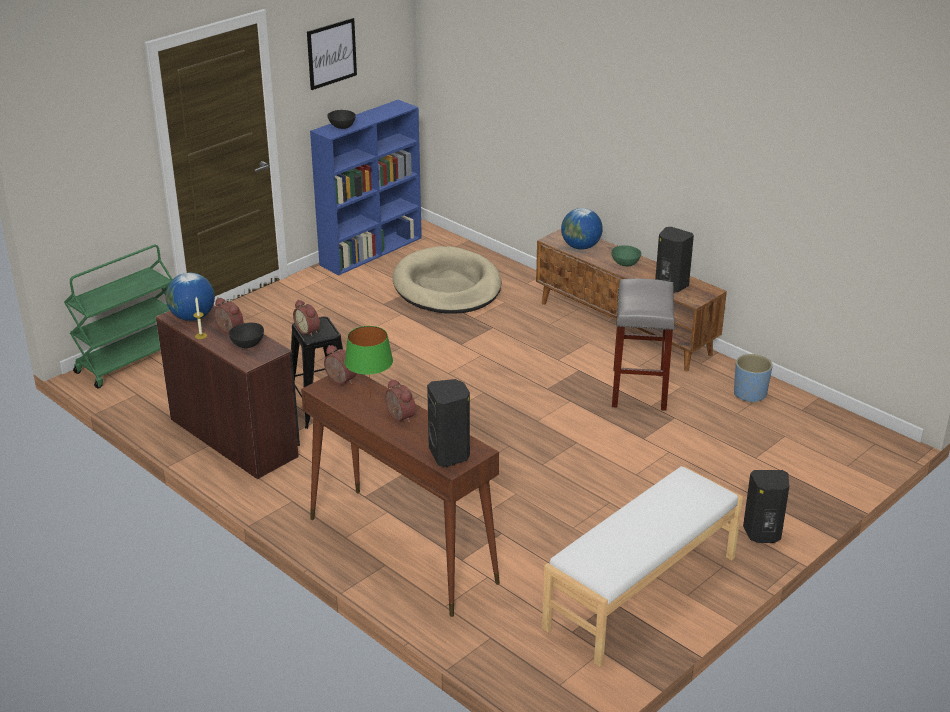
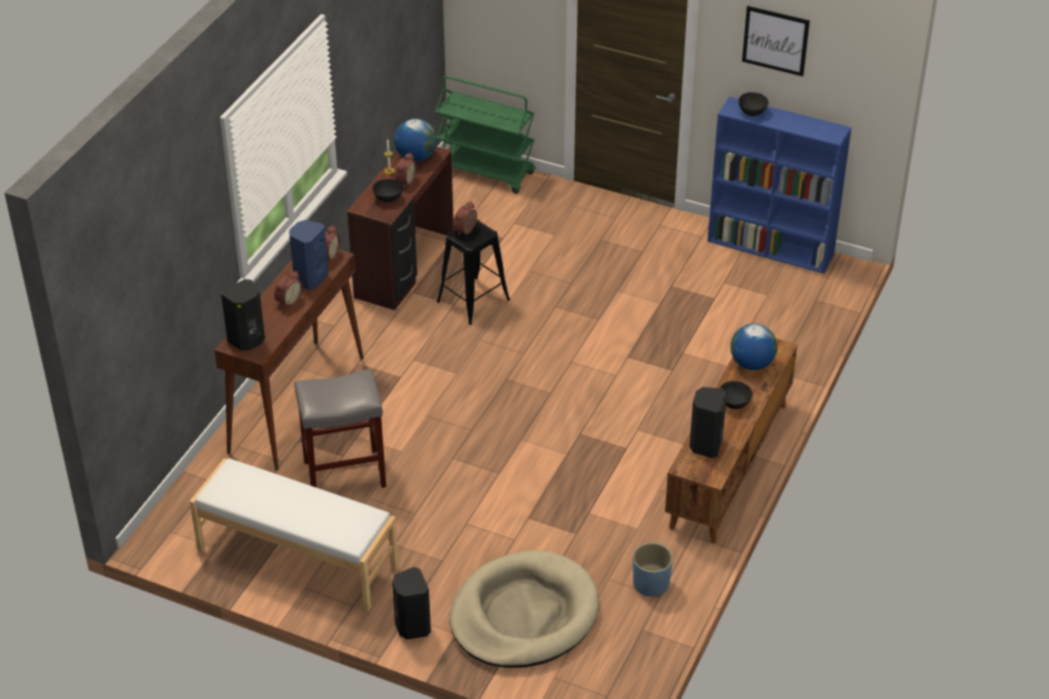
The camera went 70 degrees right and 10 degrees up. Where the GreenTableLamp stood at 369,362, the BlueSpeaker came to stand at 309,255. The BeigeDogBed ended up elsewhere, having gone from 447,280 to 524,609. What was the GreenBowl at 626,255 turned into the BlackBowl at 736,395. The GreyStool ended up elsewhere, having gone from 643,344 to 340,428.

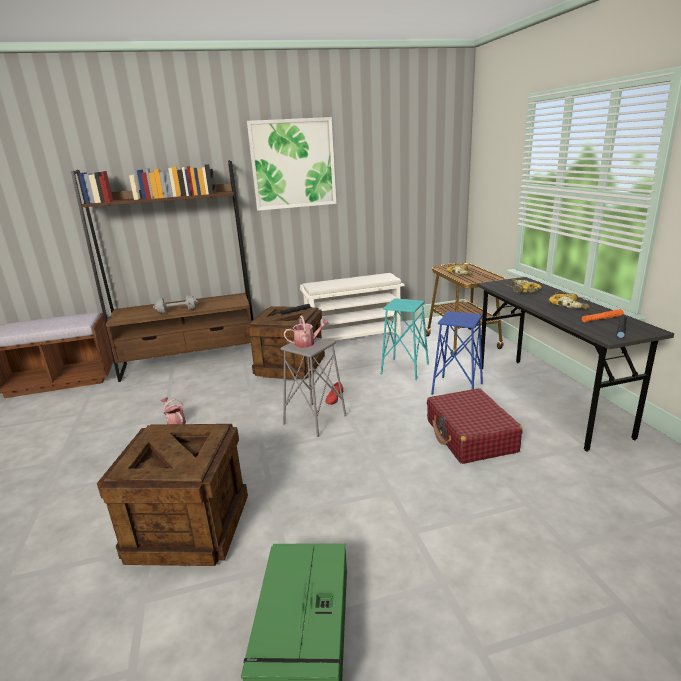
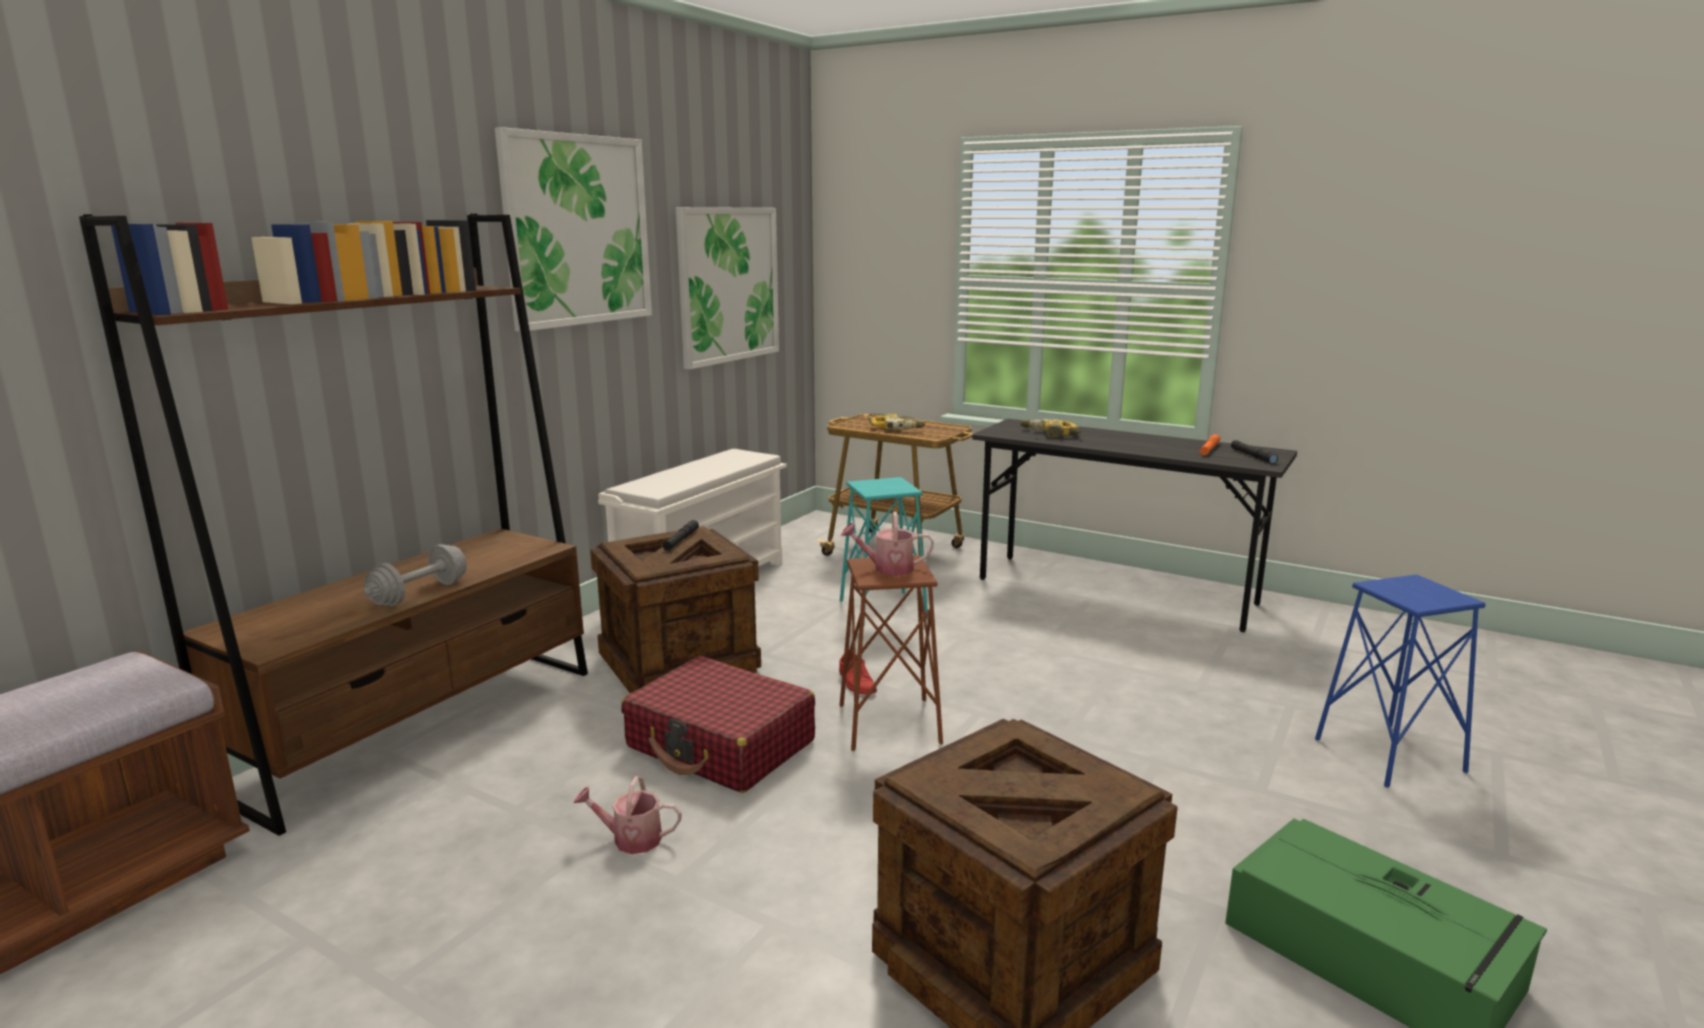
The camera went 45 degrees left and 5 degrees down. What was the GreyStool at 314,387 turned into the BrownStool at 891,653. The WateringCan at 306,331 ended up facing another way, 120 degrees counterclockwise from before. The RedSuitcase ended up elsewhere, having gone from 474,426 to 718,724. The BlueStool ended up elsewhere, having gone from 457,353 to 1400,681. The second view lost the PowerDrill at 569,300. The second view gained the Picture at 727,288.

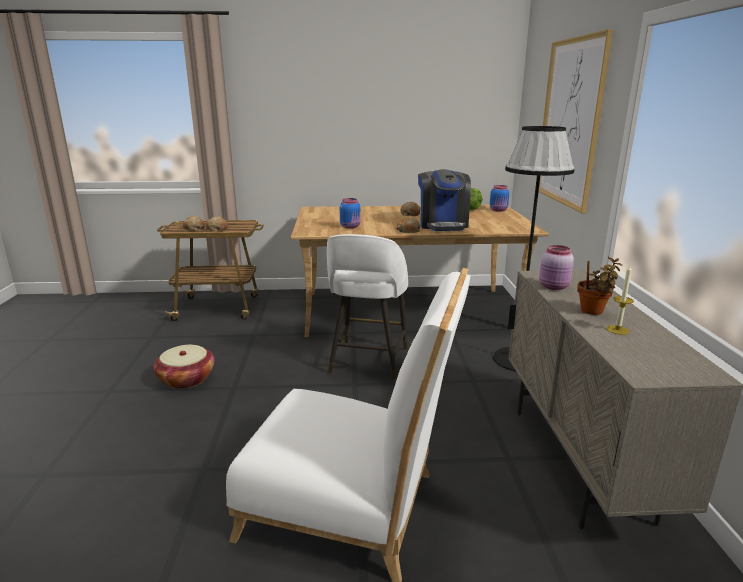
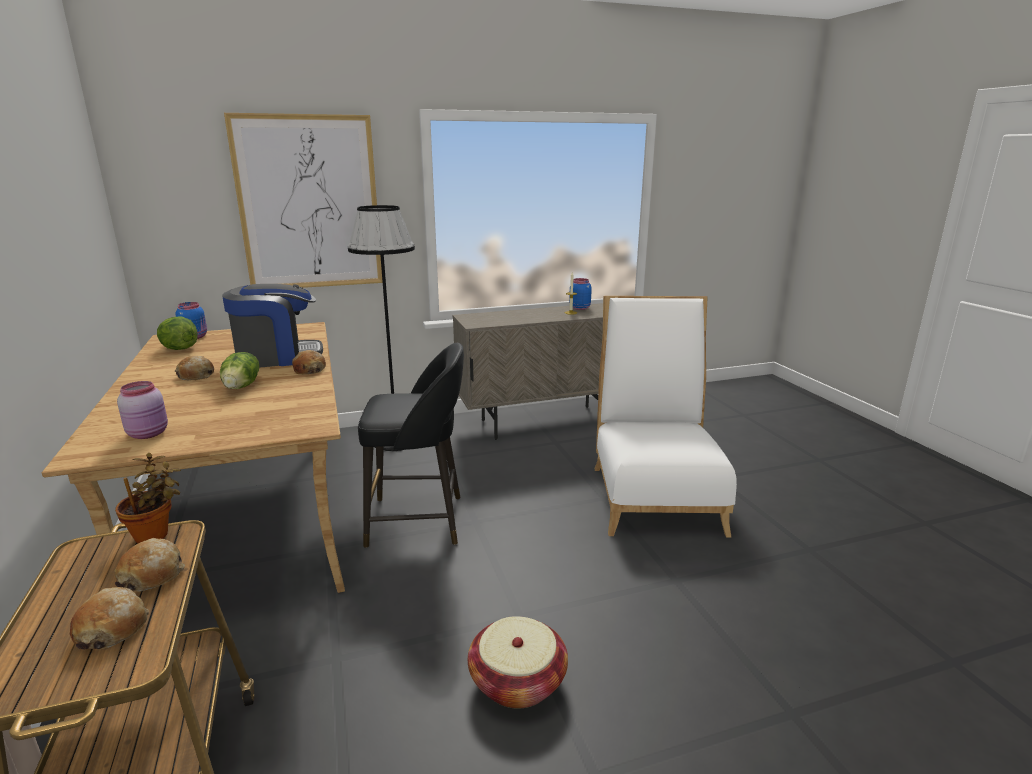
The camera went 105 degrees left and 0 degrees up. What was the WhiteStool at 367,307 turned into the BlackStool at 411,445. The BlueJar ended up elsewhere, having gone from 350,213 to 580,294. The PinkJar ended up elsewhere, having gone from 556,267 to 142,410. The PottedPlant ended up elsewhere, having gone from 600,286 to 148,498. The second view gained the Lettuce at 239,370.

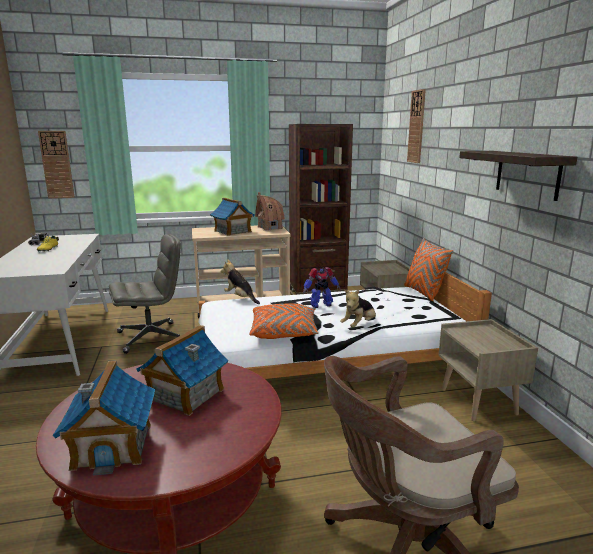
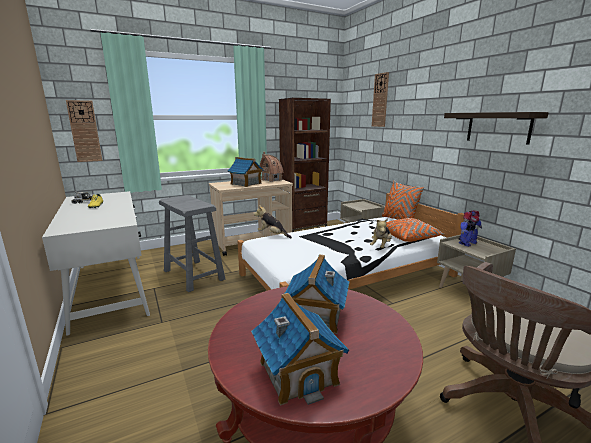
The camera went 15 degrees left and 0 degrees up. Where the GreyOfficeChair stood at 145,294, the GreyStool came to stand at 192,243. The OrangePillow ended up elsewhere, having gone from 284,321 to 415,230. The ToyRobot ended up elsewhere, having gone from 321,287 to 470,228.

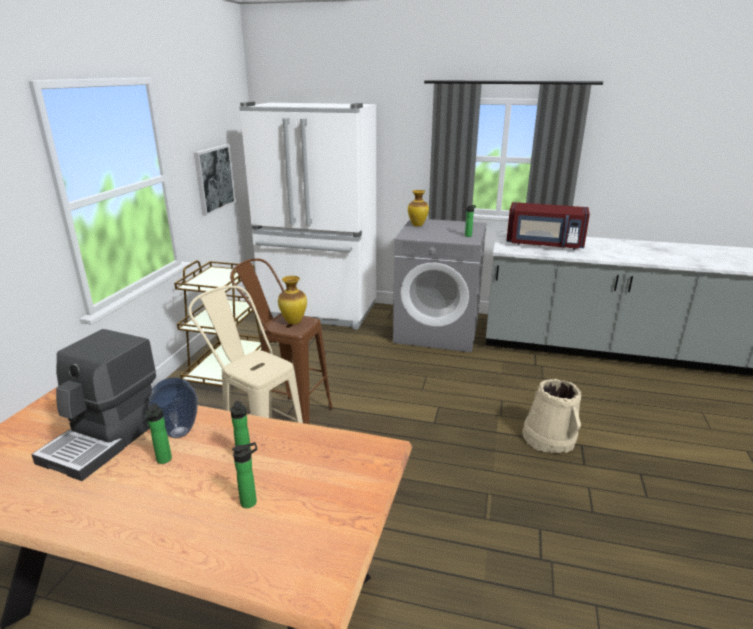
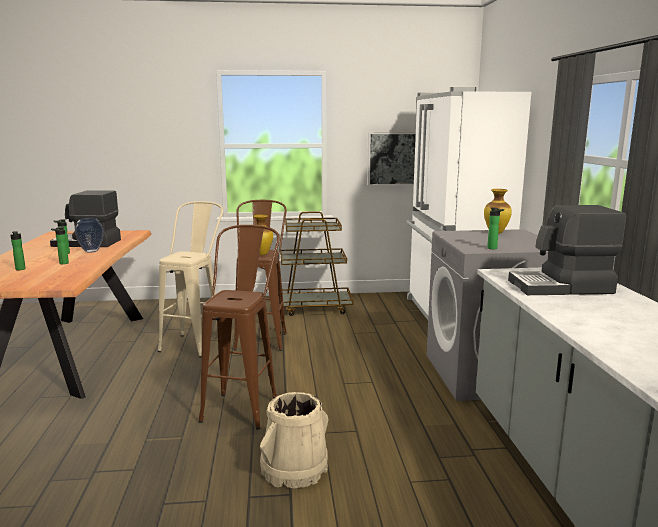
The camera went 70 degrees right and 10 degrees down. Where the RedMicrowave stood at 548,226, the CoffeeMachine came to stand at 567,250. The second view gained the BrownStool at 239,327.

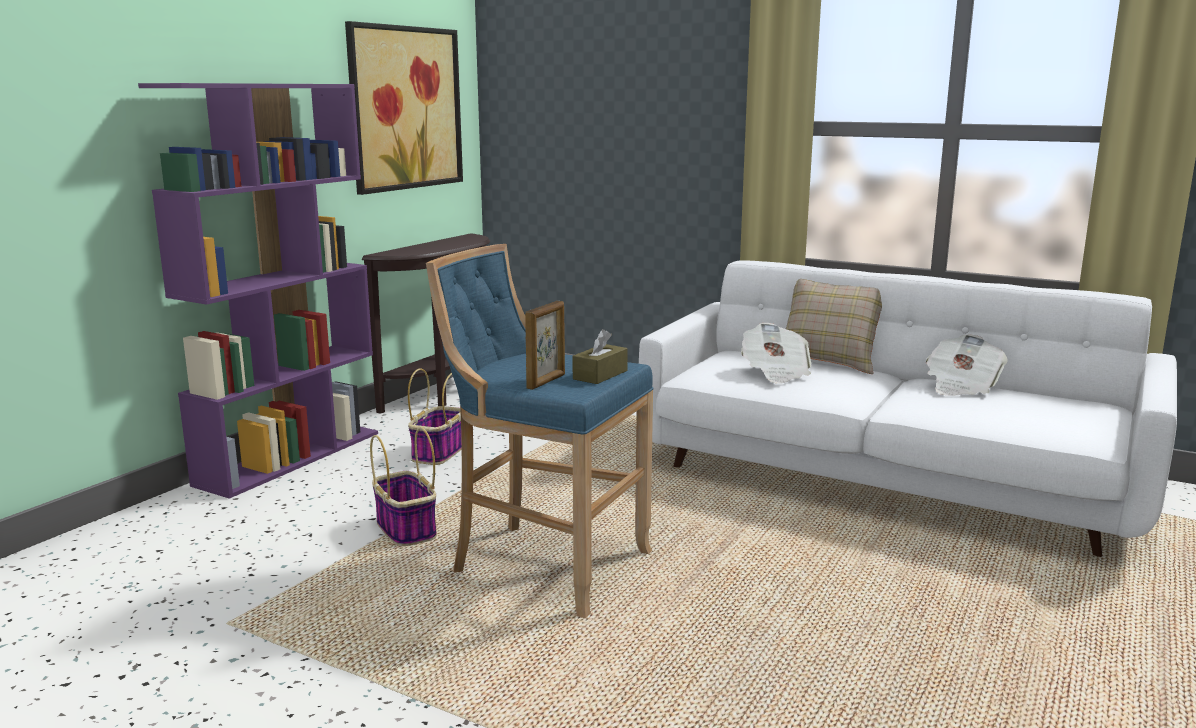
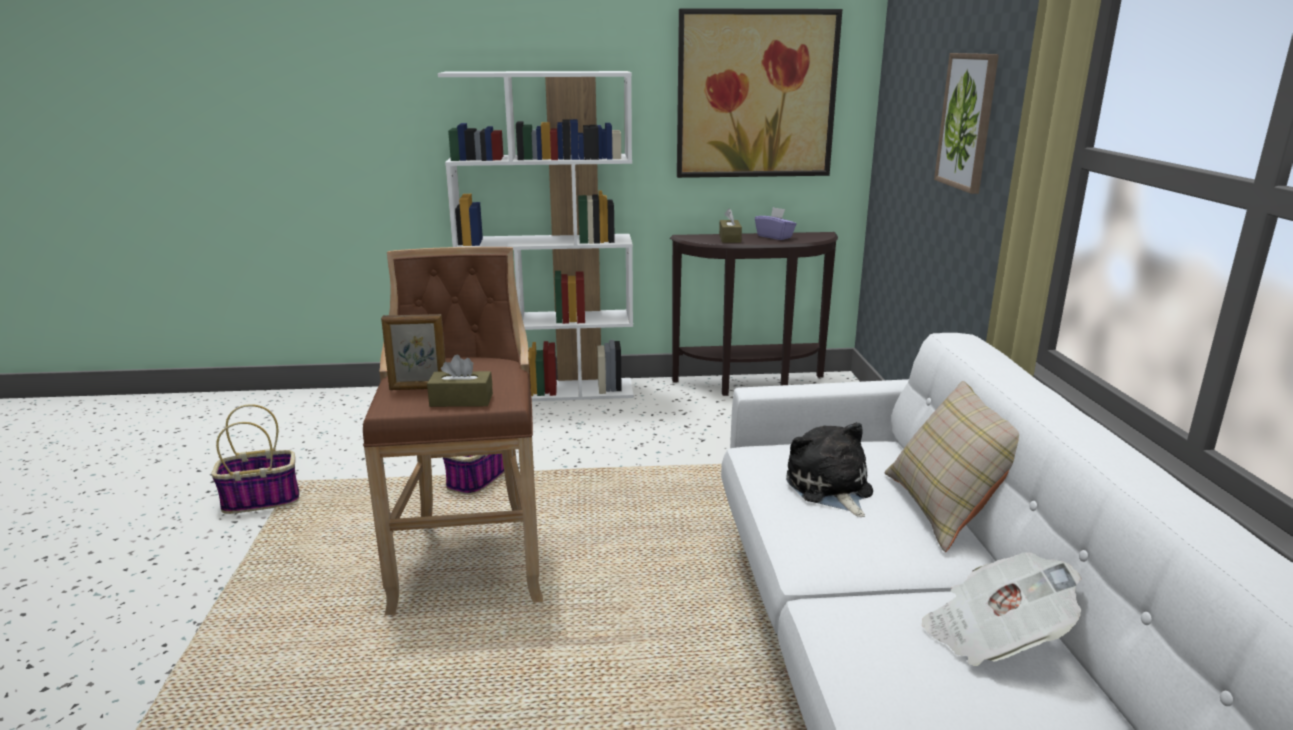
The camera went 55 degrees right and 5 degrees up. What was the PurpleBookcase at 258,291 turned into the WhiteBookcase at 536,236. The Basket ended up elsewhere, having gone from 435,416 to 255,459. What was the BlueStool at 540,431 turned into the BrownStool at 453,431. Where the Newspaper stood at 776,353, the PlushToy came to stand at 829,469. The second view gained the BrownTissueBox at 730,225. The second view gained the PurpleTissueBox at 776,223. The second view gained the Picture at 966,123.

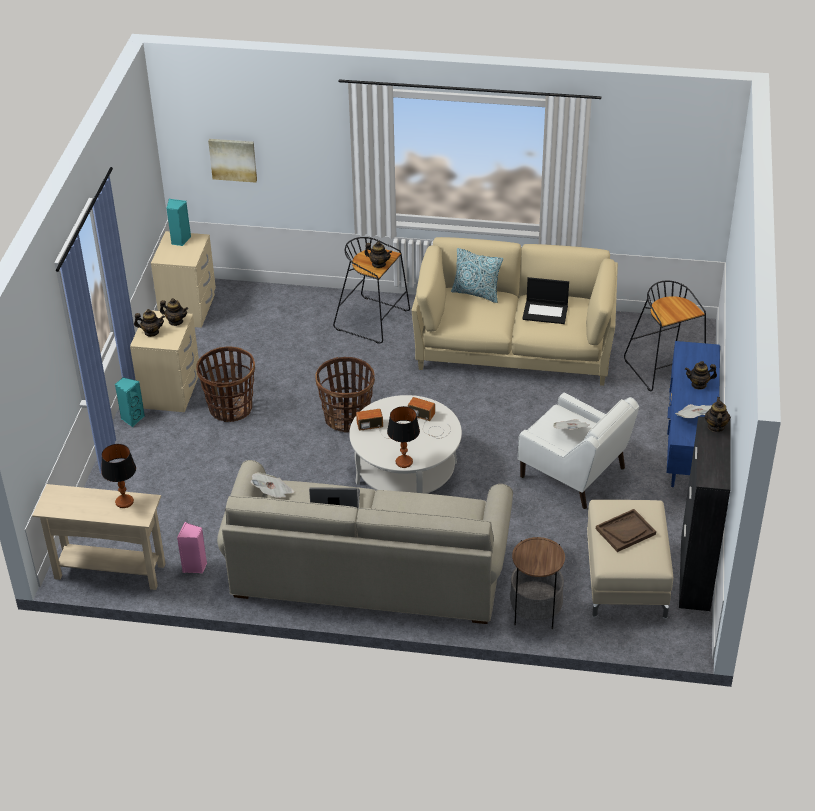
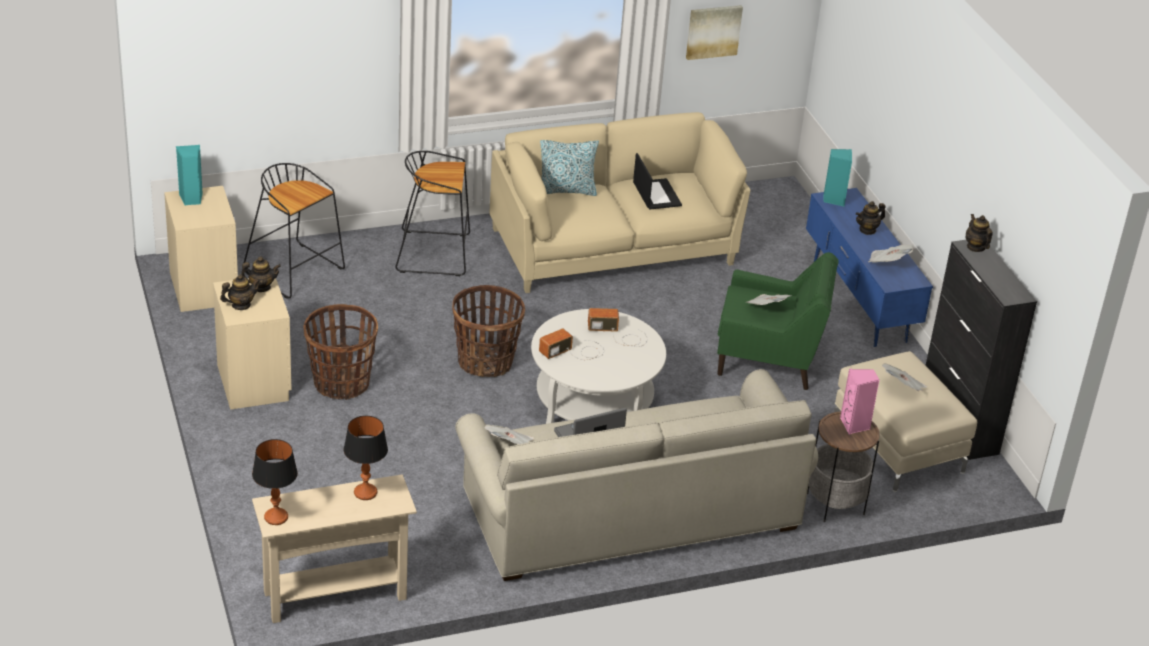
The camera went 30 degrees left and 5 degrees down. The TurquoiseSpeaker ended up elsewhere, having gone from 130,402 to 838,178. The PinkSpeaker ended up elsewhere, having gone from 192,547 to 860,401. The Picture ended up elsewhere, having gone from 232,161 to 714,32. The second view lost the Teapot at 378,254. The TableLamp ended up elsewhere, having gone from 403,437 to 275,482. What was the WhiteArmchair at 578,451 turned into the GreenArmchair at 778,321. The Laptop at 545,300 ended up facing another way, 90 degrees counterclockwise from before. Where the BrownTray stood at 626,530, the Newspaper came to stand at 904,377. The BlackStool ended up elsewhere, having gone from 665,336 to 294,231.

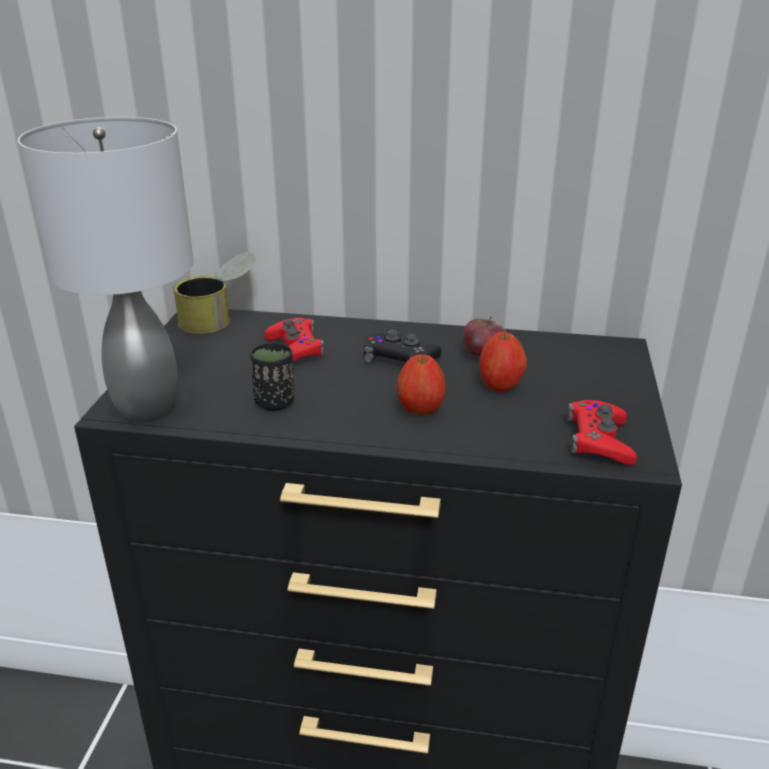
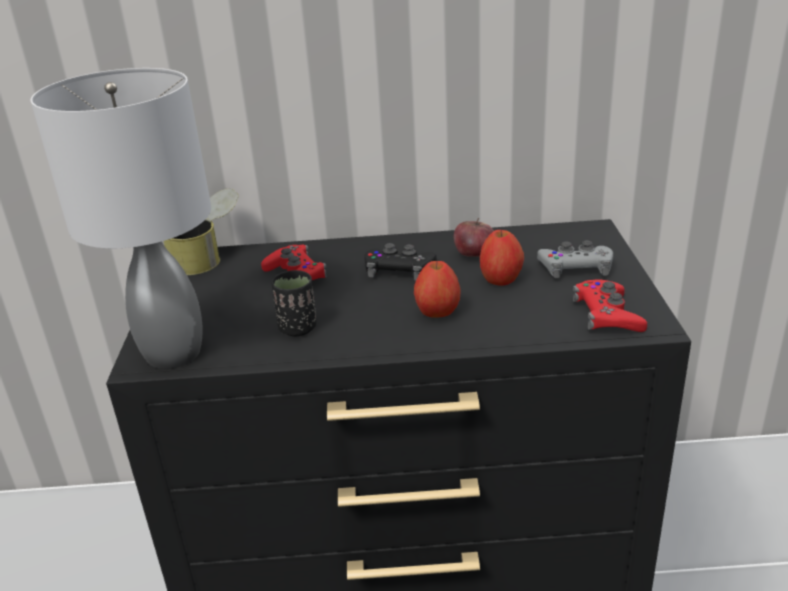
The camera went 10 degrees left and 0 degrees up. The second view gained the GreyGameController at 575,259.

